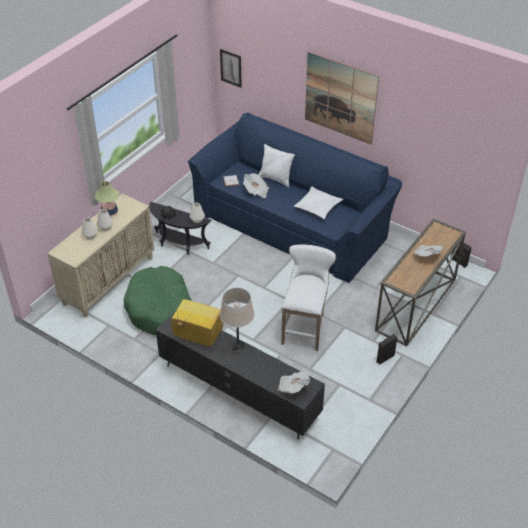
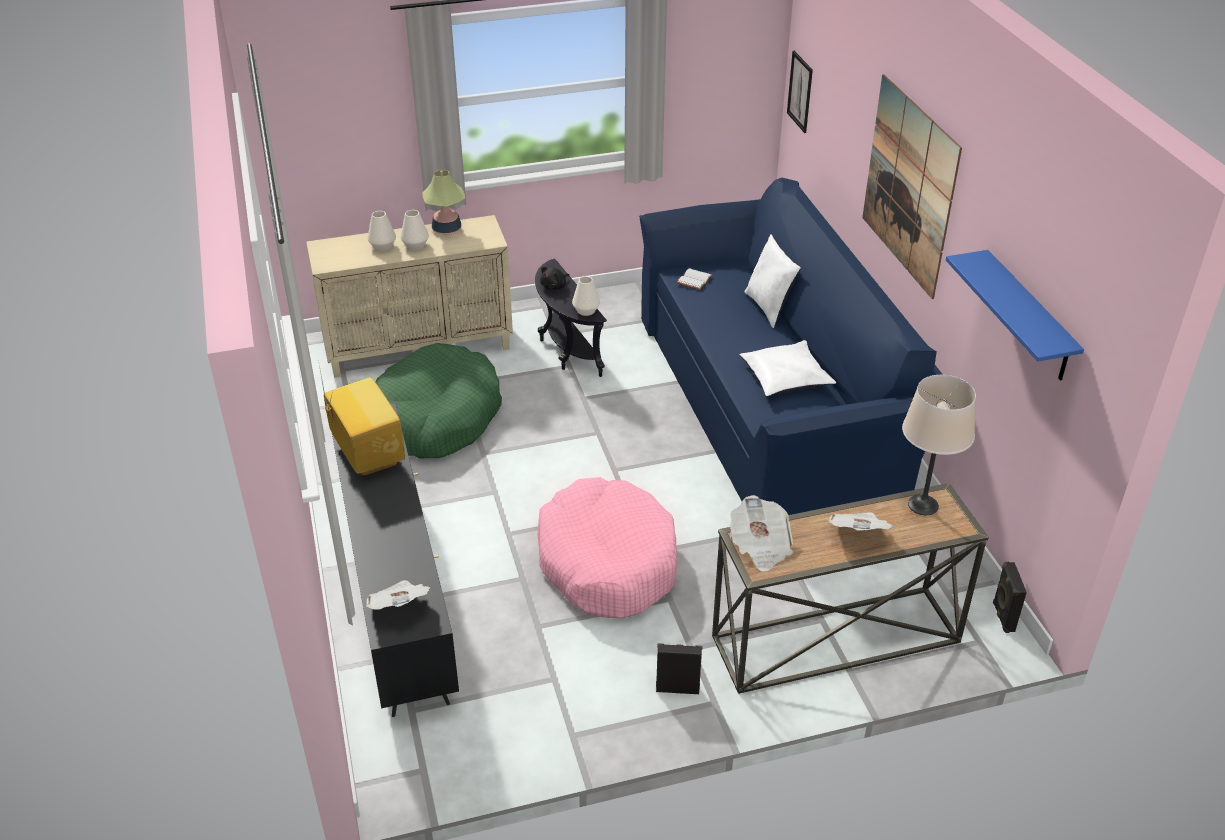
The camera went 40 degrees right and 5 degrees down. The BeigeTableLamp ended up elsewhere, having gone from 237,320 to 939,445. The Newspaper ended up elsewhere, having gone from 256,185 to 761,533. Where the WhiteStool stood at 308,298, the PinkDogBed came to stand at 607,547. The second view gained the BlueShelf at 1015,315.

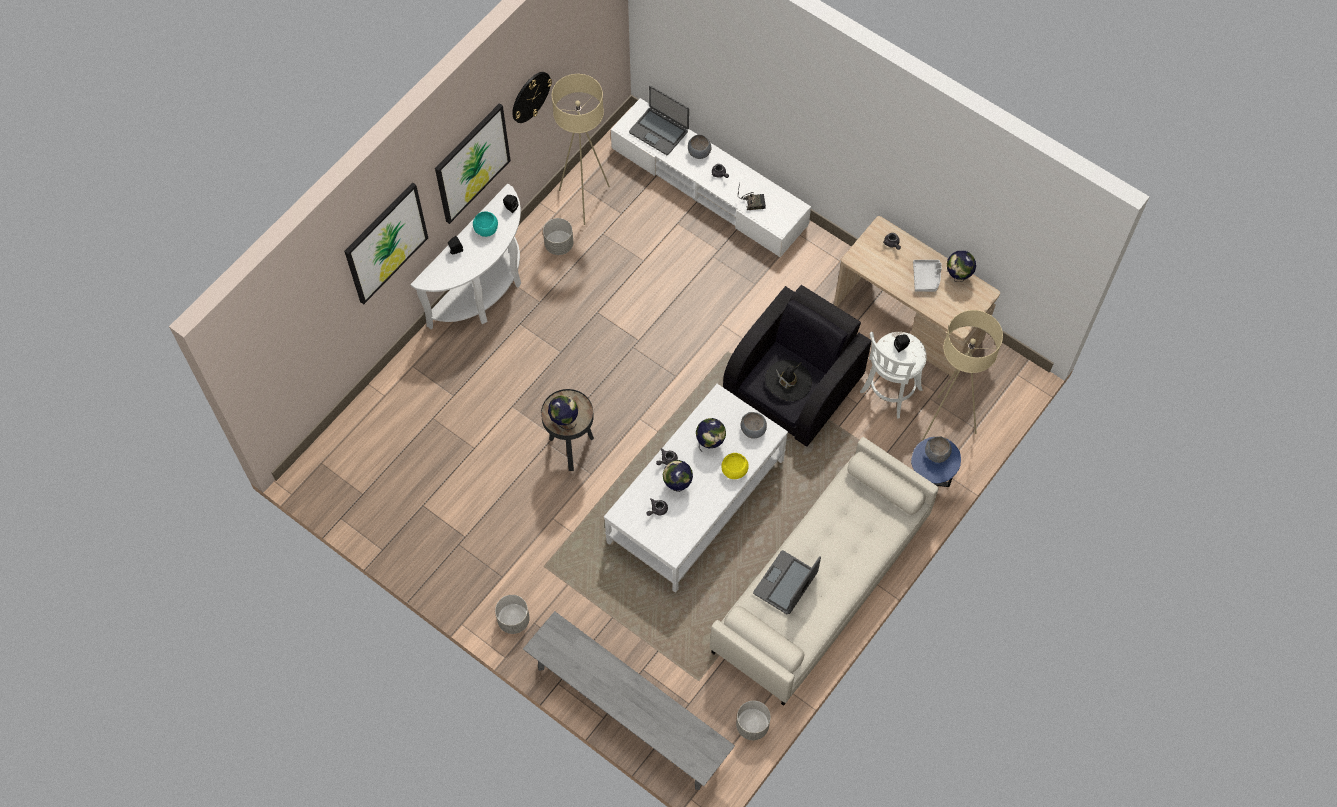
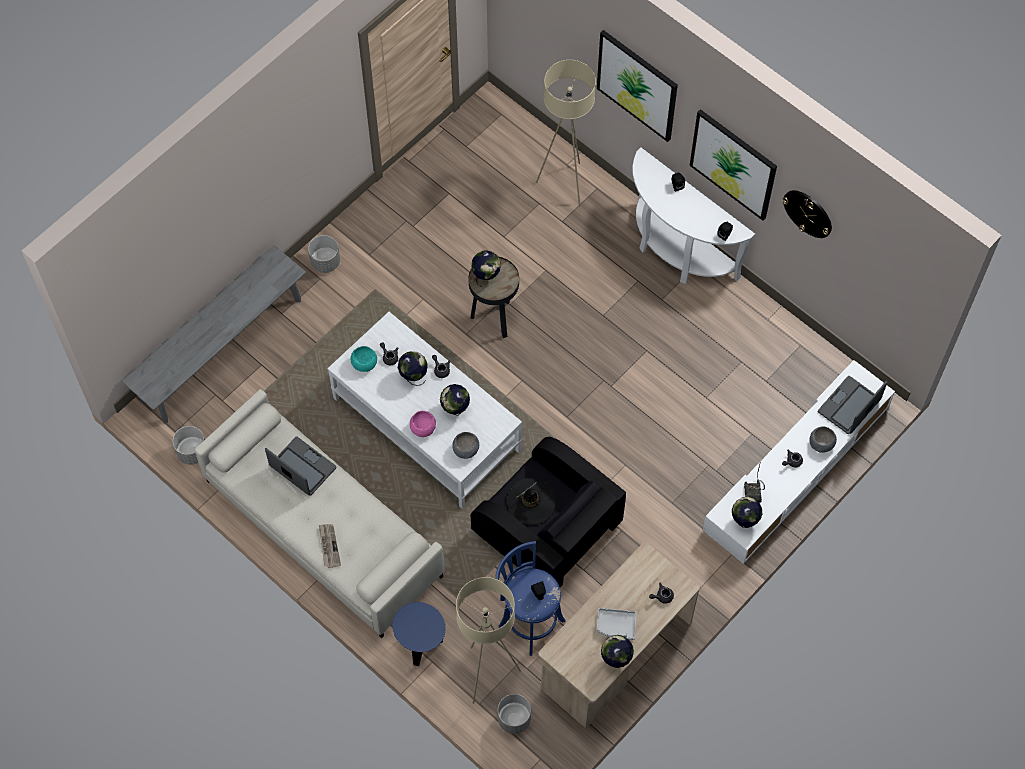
The camera went 95 degrees right and 0 degrees up. The TurquoiseBowl ended up elsewhere, having gone from 485,224 to 364,359. The GreyPlanter ended up elsewhere, having gone from 558,236 to 514,714. The BeigeFloorLamp ended up elsewhere, having gone from 581,149 to 566,133. What was the YellowBowl at 735,466 turned into the PinkBowl at 423,424. What was the WhiteStool at 893,375 turned into the BlueStool at 530,598. The second view lost the GreyBowl at 938,449. The second view gained the Newspaper at 330,546. The second view gained the Globe at 747,512.

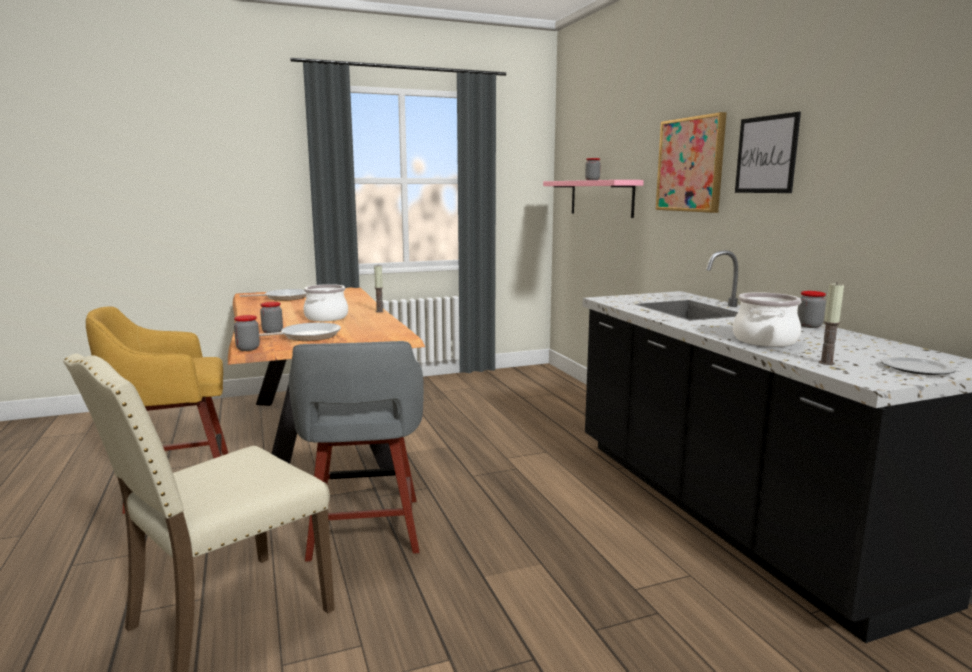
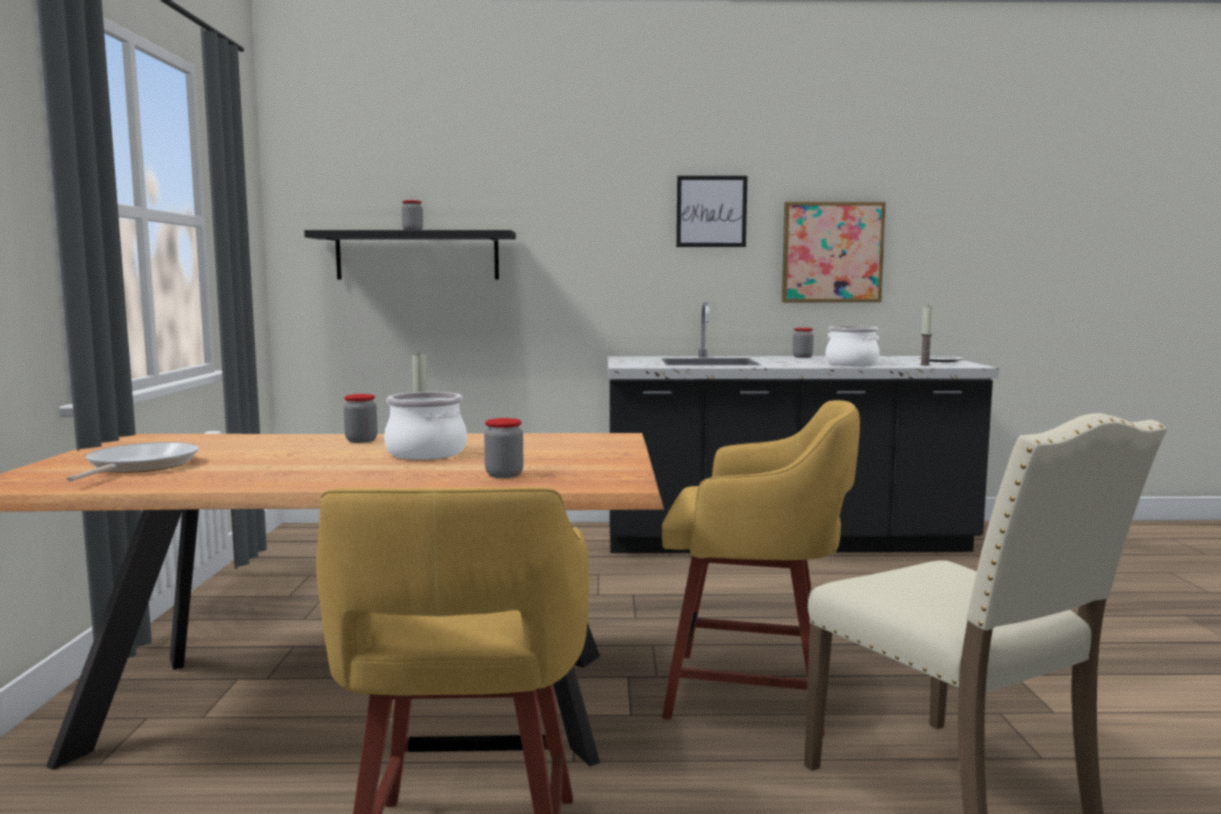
The camera went 70 degrees left and 5 degrees down. The Jar ended up elsewhere, having gone from 247,333 to 361,418. The second view lost the FryingPan at 300,332. What was the GreyStool at 356,451 turned into the YellowStool at 761,568. What was the PinkShelf at 593,199 turned into the BlackShelf at 410,255. The Picture ended up elsewhere, having gone from 691,162 to 834,252.

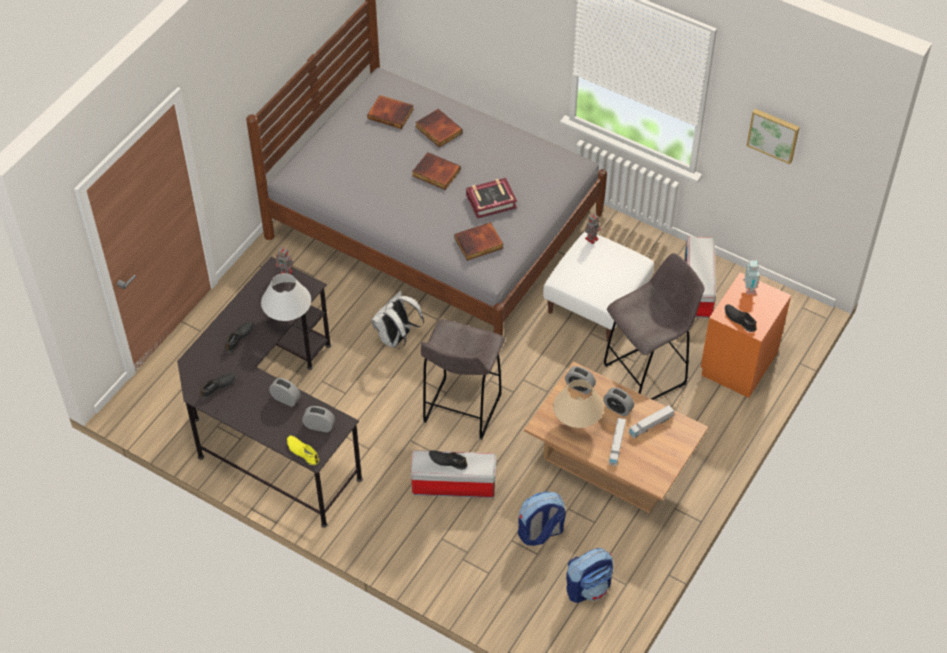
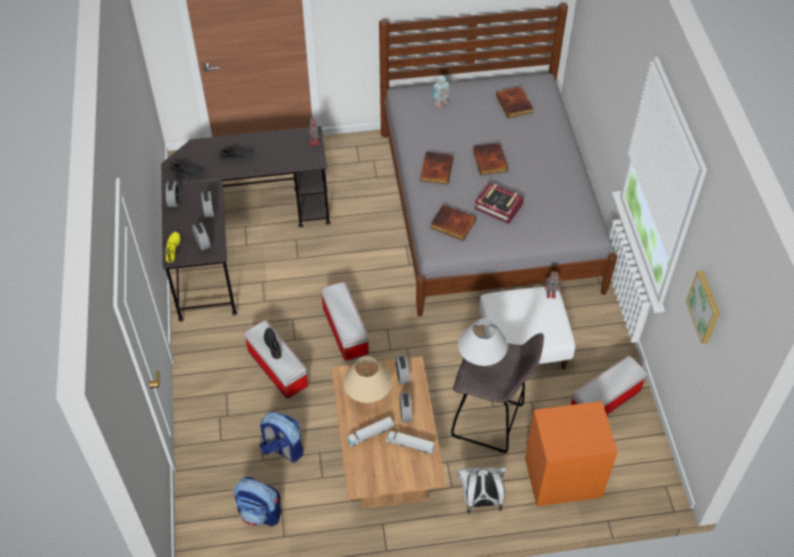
The camera went 50 degrees right and 0 degrees up. The WhiteTableLamp ended up elsewhere, having gone from 286,297 to 483,342. The WhiteBackpack ended up elsewhere, having gone from 398,319 to 482,490. The Book ended up elsewhere, having gone from 438,128 to 437,168. Where the GreyStool stood at 463,379, the StorageBox came to stand at 345,321. The second view lost the BlackShoe at 741,318. The ToyRobot ended up elsewhere, having gone from 751,278 to 441,91. The second view gained the AlarmClock at 173,194.

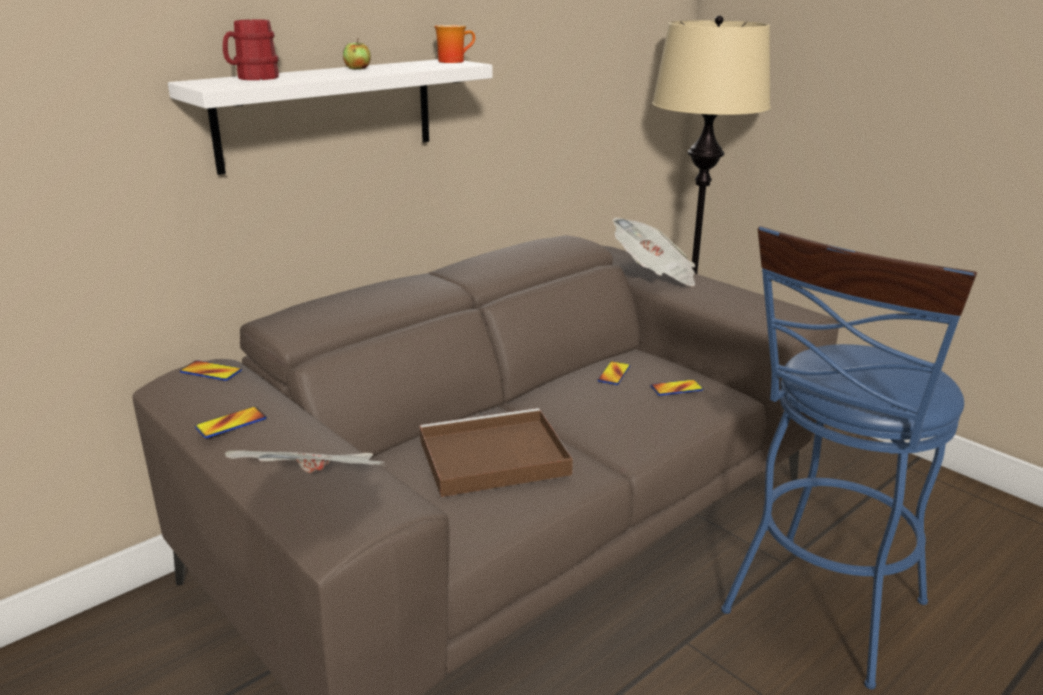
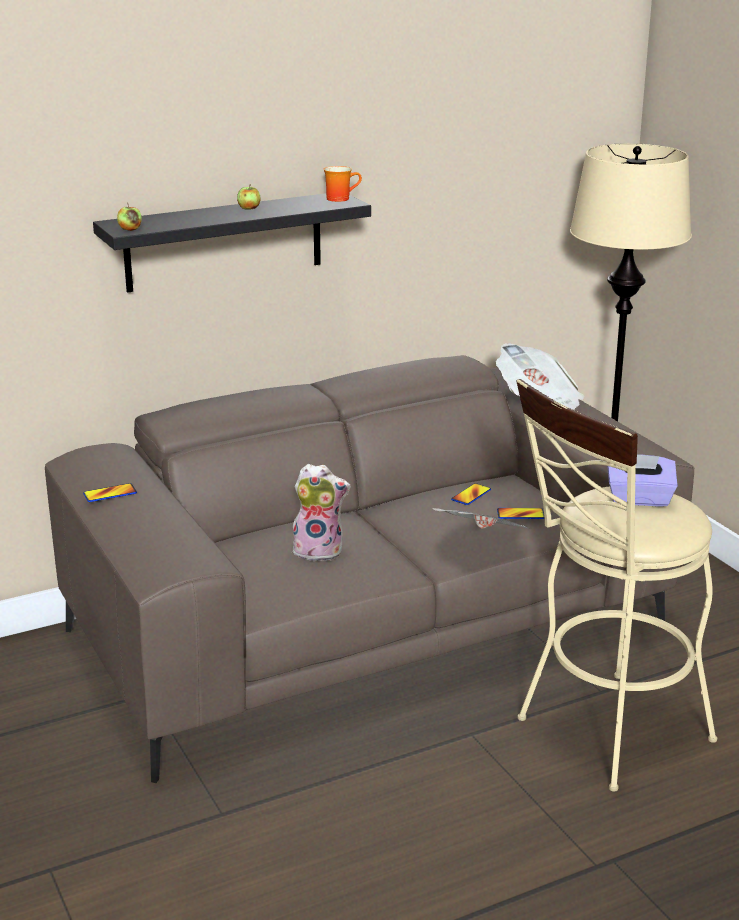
The camera went 15 degrees right and 0 degrees up. What was the WhiteShelf at 330,117 turned into the BlackShelf at 232,243. The second view lost the Phone at 211,370. The second view lost the RedMug at 251,49. The Newspaper ended up elsewhere, having gone from 305,461 to 481,518. Where the BrownTray stood at 496,452, the PlushToy came to stand at 321,512. What was the BlueStool at 849,458 turned into the BeigeStool at 616,585. The second view gained the Apple at 129,217. The second view gained the PurpleTissueBox at 642,481.

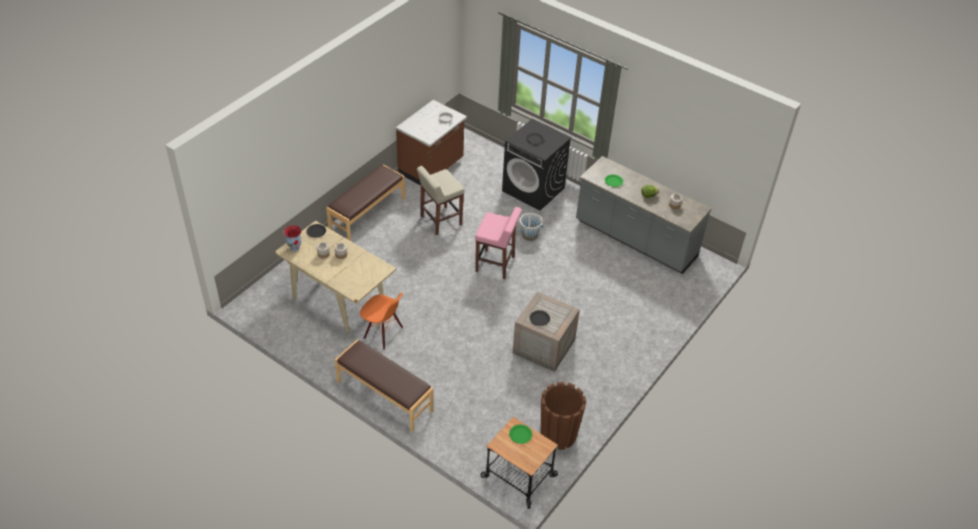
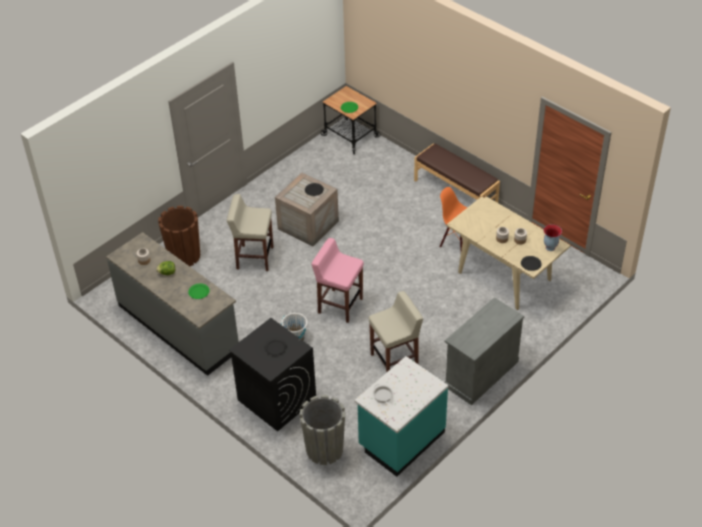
The camera went 170 degrees left and 0 degrees up. Where the BrownBench stood at 365,203, the GreyCabinet came to stand at 484,351. What was the BrownCounter at 431,143 turned into the TurquoiseCounter at 402,416. The BrownPlanter ended up elsewhere, having gone from 563,416 to 179,236. The second view gained the BeigeStool at 250,232. The second view gained the GreyPlanter at 322,430.

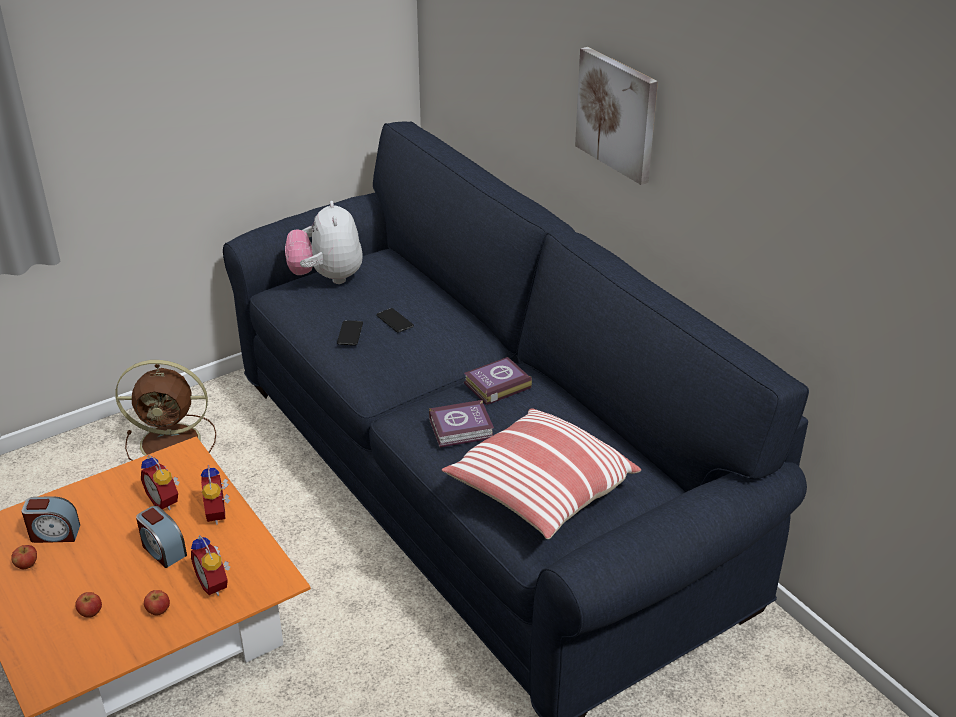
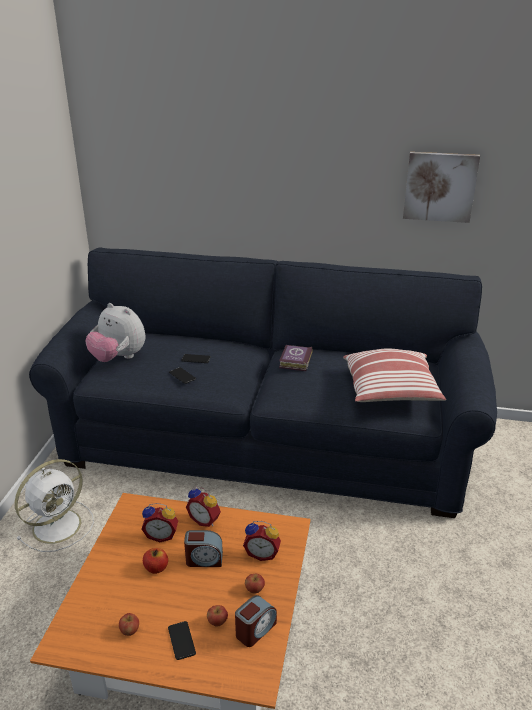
The camera went 45 degrees left and 5 degrees down. The AlarmClock ended up elsewhere, having gone from 51,519 to 256,621. What was the BrownFan at 165,410 turned into the WhiteFan at 54,505. The second view lost the Book at 461,424. The Picture ended up elsewhere, having gone from 616,116 to 441,187. The second view gained the Apple at 155,561. The second view gained the Phone at 182,640.

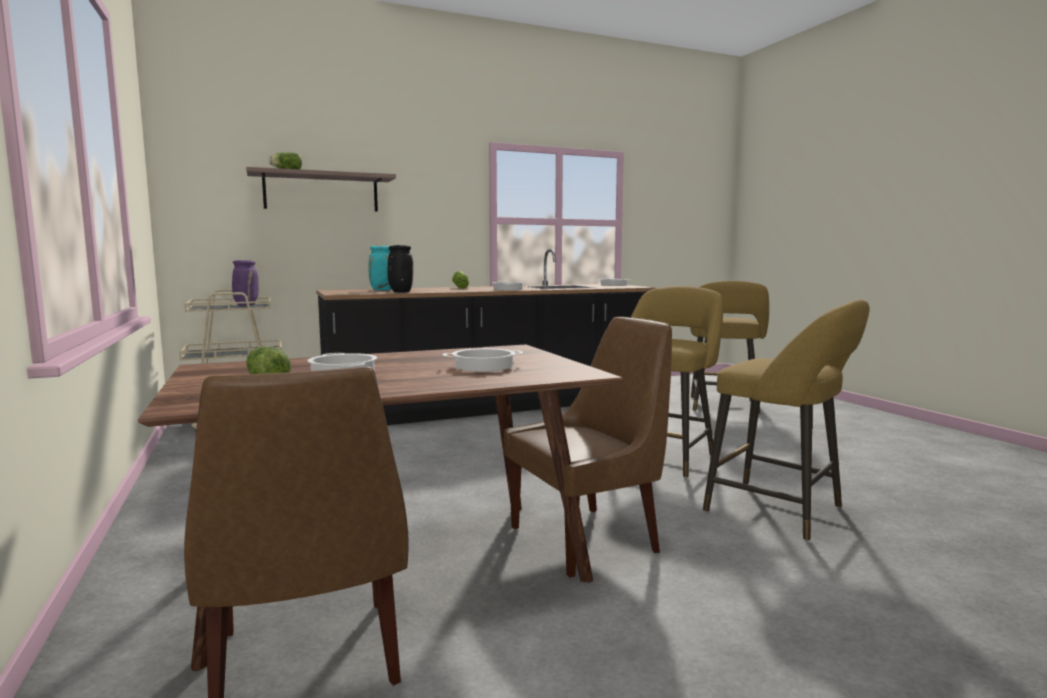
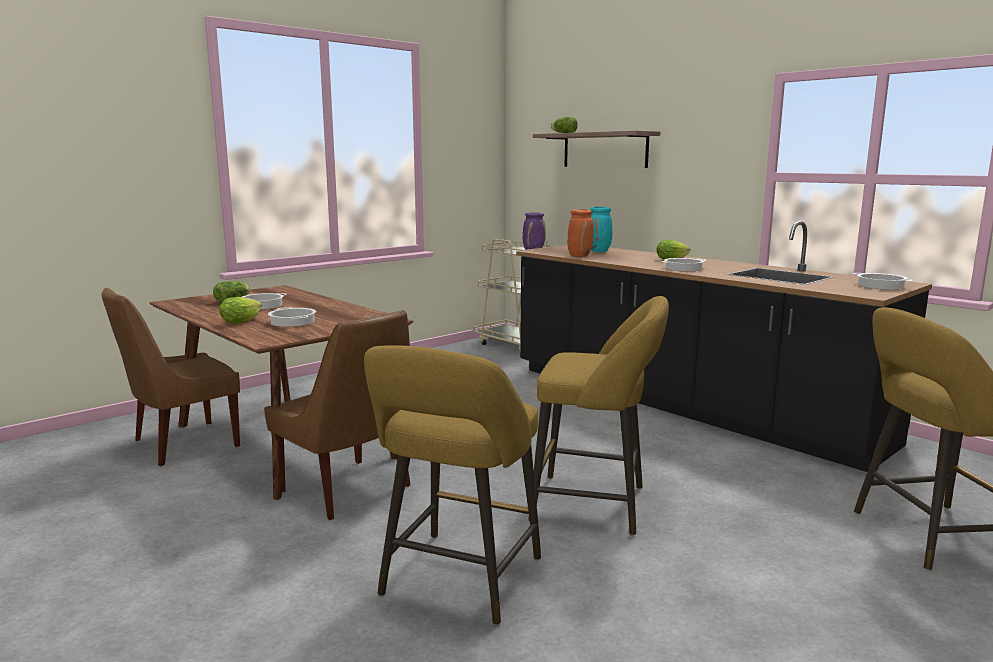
The camera went 70 degrees right and 5 degrees up. What was the BlackVase at 400,269 turned into the OrangeVase at 580,233. The second view gained the Lettuce at 240,310.

